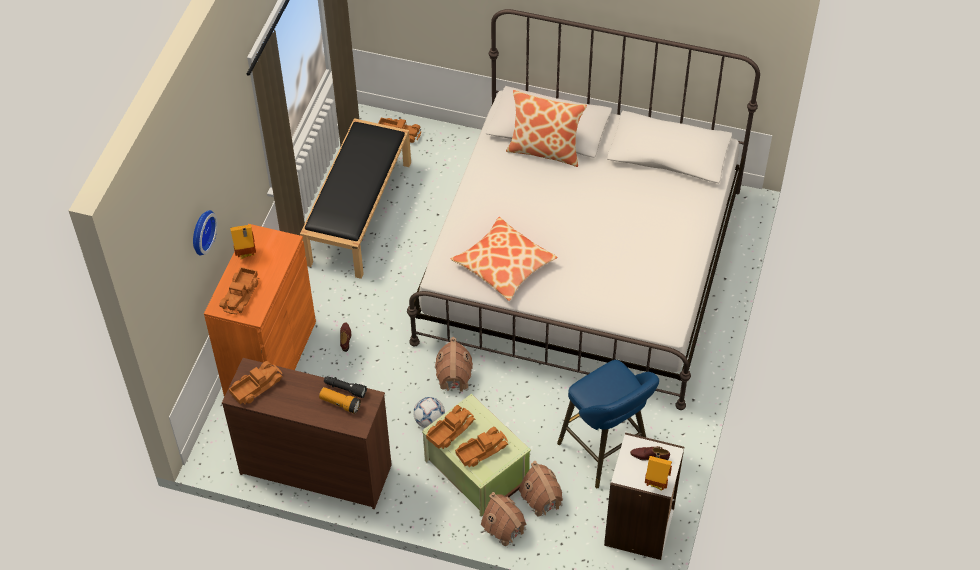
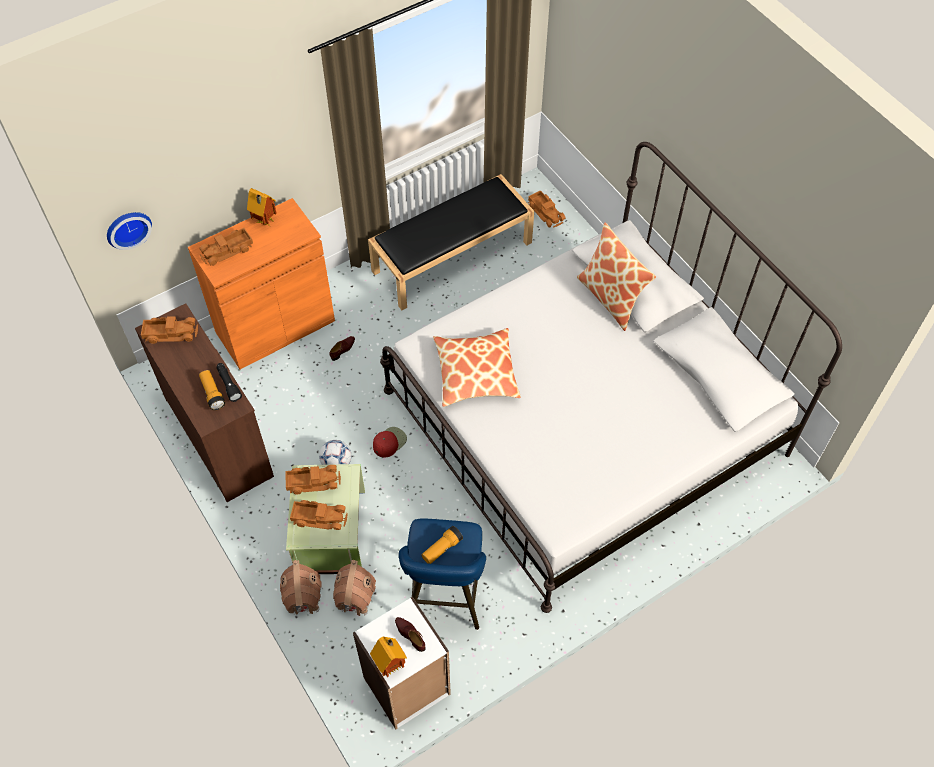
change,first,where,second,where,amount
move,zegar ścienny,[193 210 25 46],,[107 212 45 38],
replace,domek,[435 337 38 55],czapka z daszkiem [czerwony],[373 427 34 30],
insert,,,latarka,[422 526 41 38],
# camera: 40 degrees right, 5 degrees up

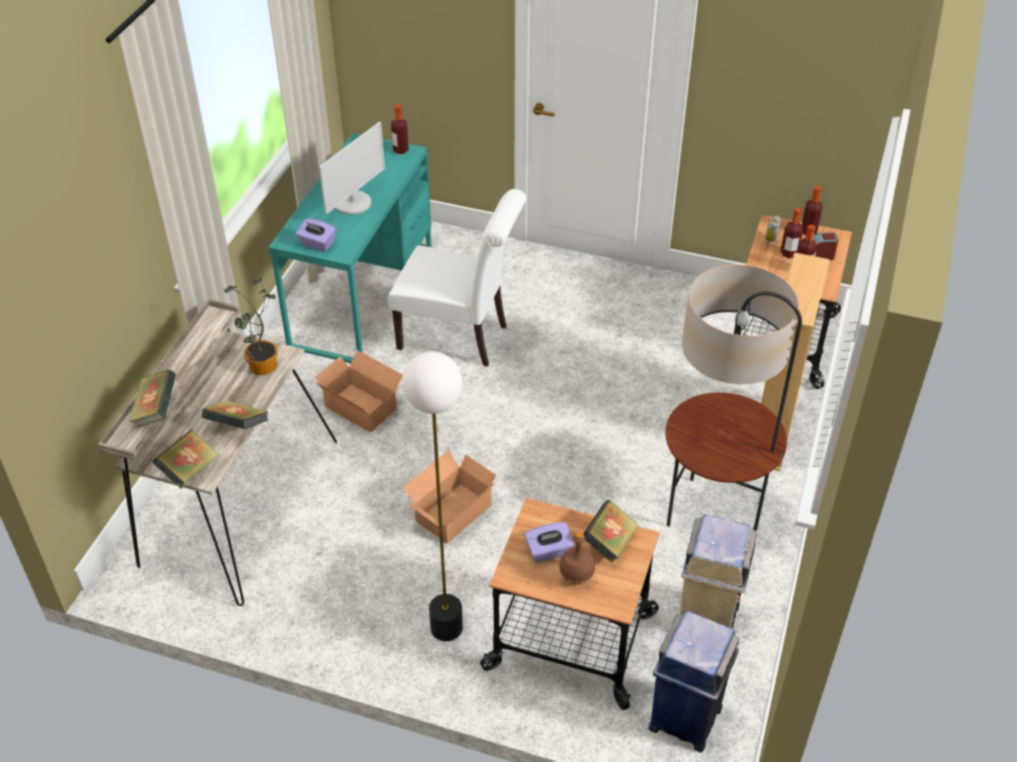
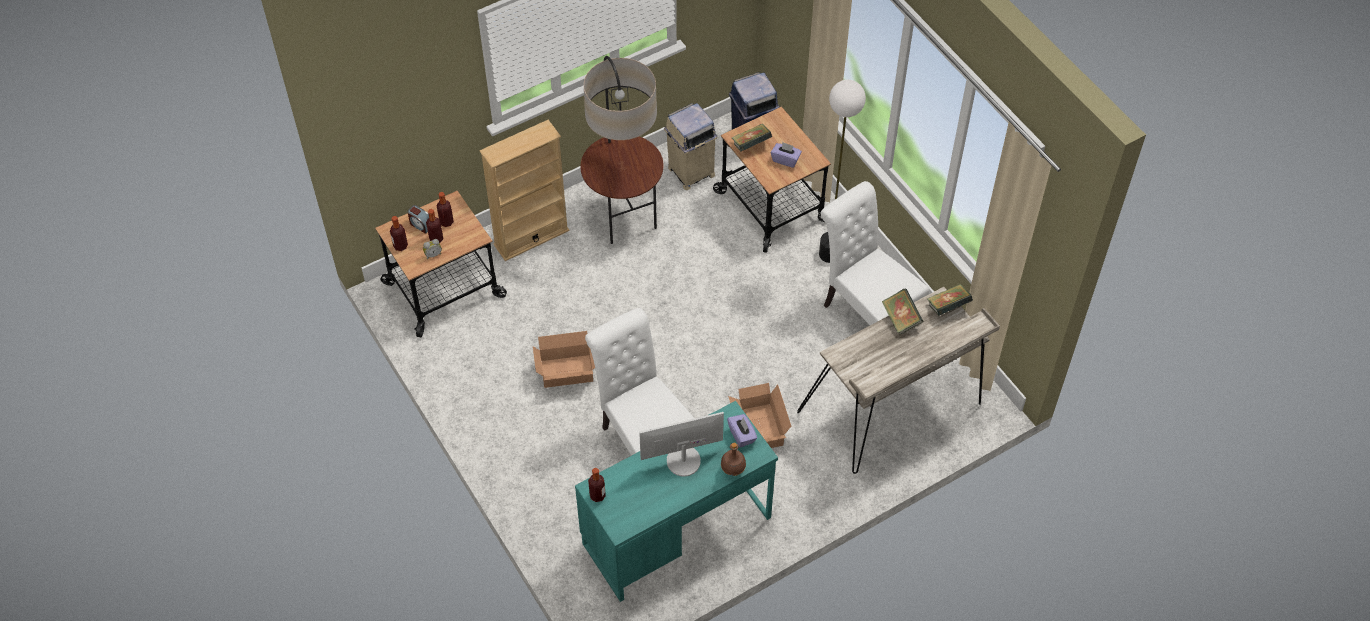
change,first,where,second,where,amount
move,karton,[403 450 94 94],,[533 331 62 57],
move,butelka [brązowy],[559 531 36 54],,[721 443 25 33],
insert,,,krzesło [biały],[821 181 108 144],
delete,książka,[129 369 47 59],,,
delete,roślina doniczkowa,[224 278 54 97],,,
# camera: 140 degrees left, 10 degrees up

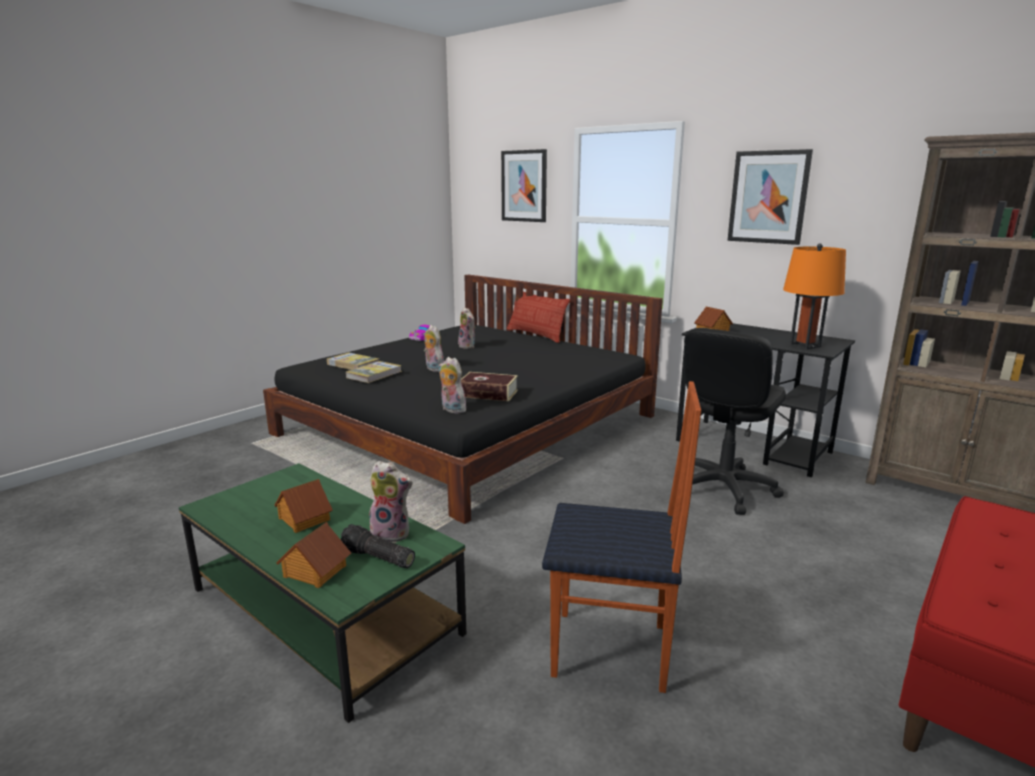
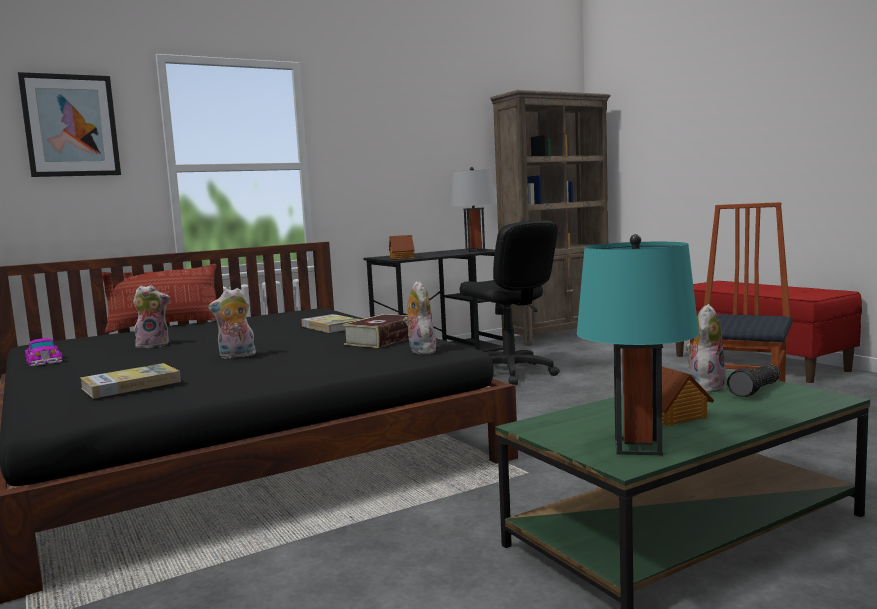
change,first,where,second,where,amount
move,książka,[346 361 56 22],,[301 314 61 19],
rotate,pluszak,[439 357 27 56],,[403 281 33 73],105 degrees clockwise
recolor,lampa stołowa [pomarańczowy],[783 243 63 106],lampa stołowa [szary],[451 167 45 85],
insert,,,lampa stołowa [turkusowy],[577 234 122 221],
delete,domek,[276 522 75 66],,,
delete,obraz,[727 149 86 96],,,
# camera: 70 degrees left, 10 degrees down

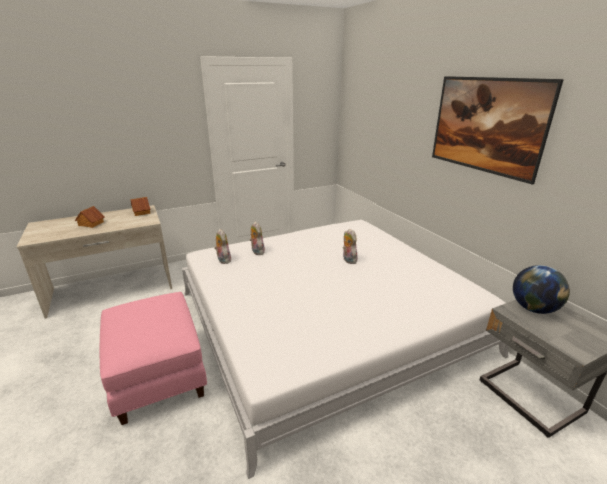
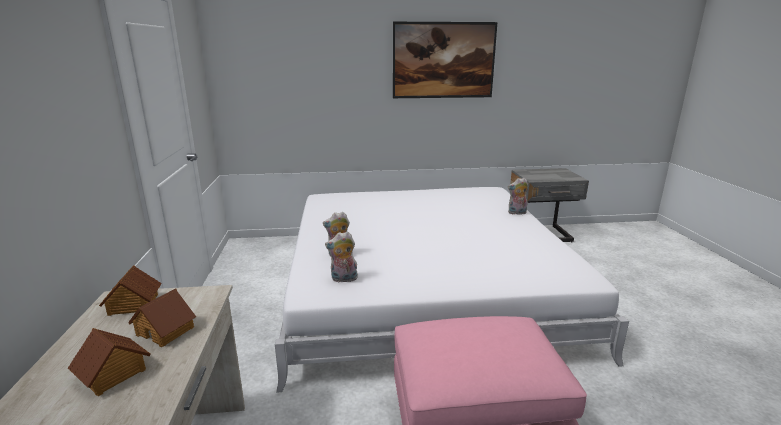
change,first,where,second,where,amount
insert,,,domek,[128 288 68 59],
move,pluszak,[343 229 15 35],,[508 178 20 37],
delete,globus,[513 265 57 49],,,
# camera: 70 degrees left, 5 degrees down

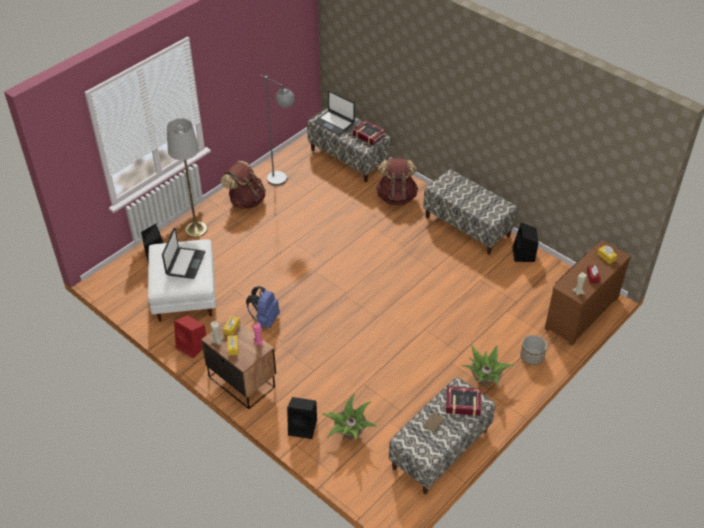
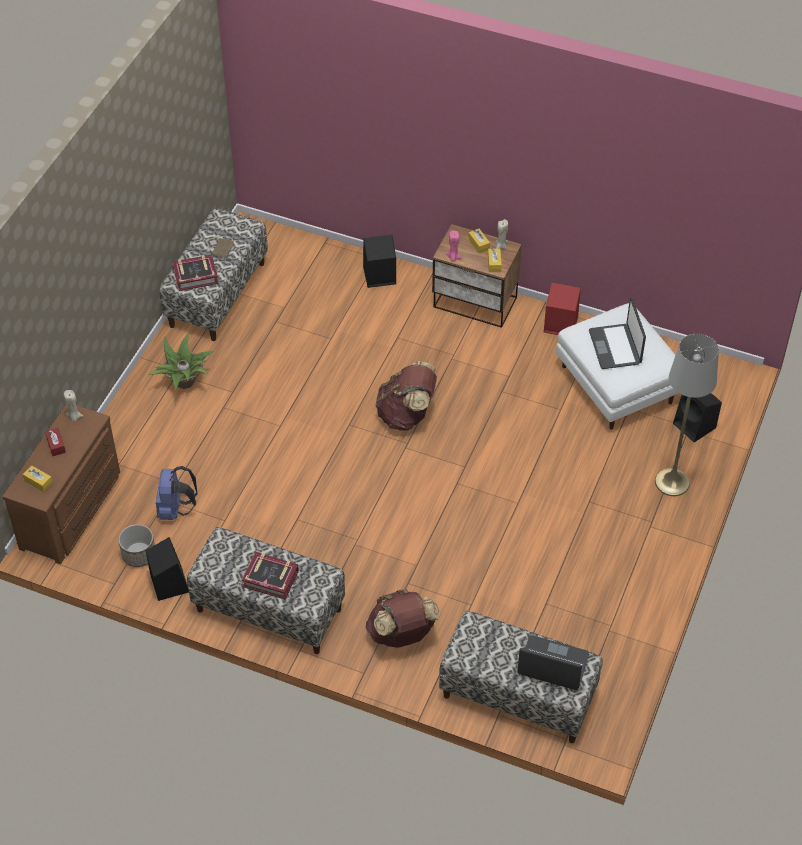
change,first,where,second,where,amount
move,donica,[520 335 27 30],,[118 524 37 43],
move,plecak [niebieski],[246 286 34 42],,[156 466 41 54],
move,książka,[353 120 33 25],,[242 552 57 48],
move,plecak [brązowy],[221 161 45 48],,[375 361 62 70],
delete,lampa stojąca [szary],[260 74 35 112],,,
delete,roślina doniczkowa,[322 394 55 46],,,
# camera: 160 degrees right, 5 degrees up

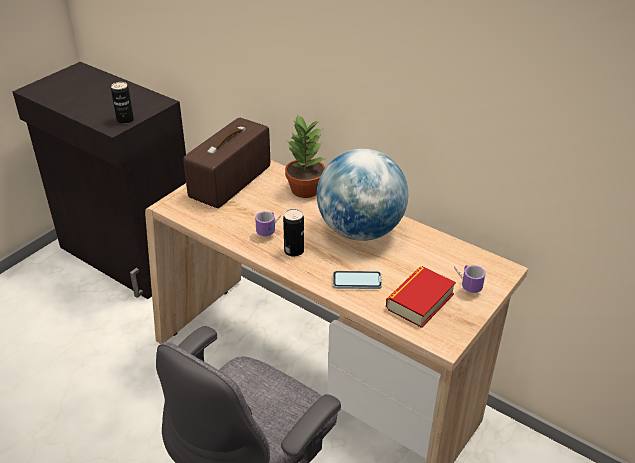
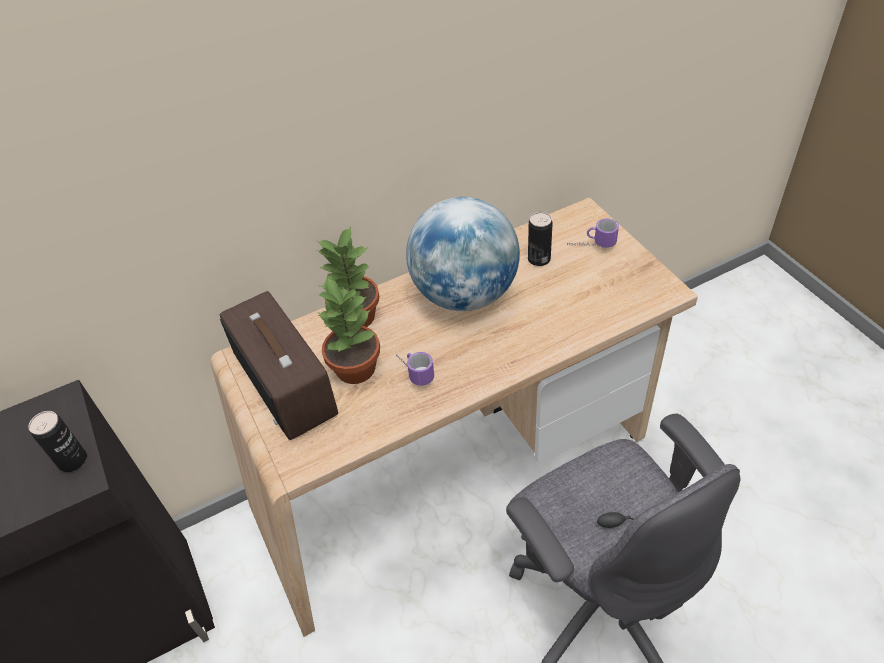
change,first,where,second,where,amount
insert,,,roślina doniczkowa,[318 277 62 107],
move,puszka,[283 209 21 48],,[528 212 25 54],
delete,telefon,[333 271 49 18],,,
delete,książka,[386 266 70 62],,,
# camera: 60 degrees left, 10 degrees up

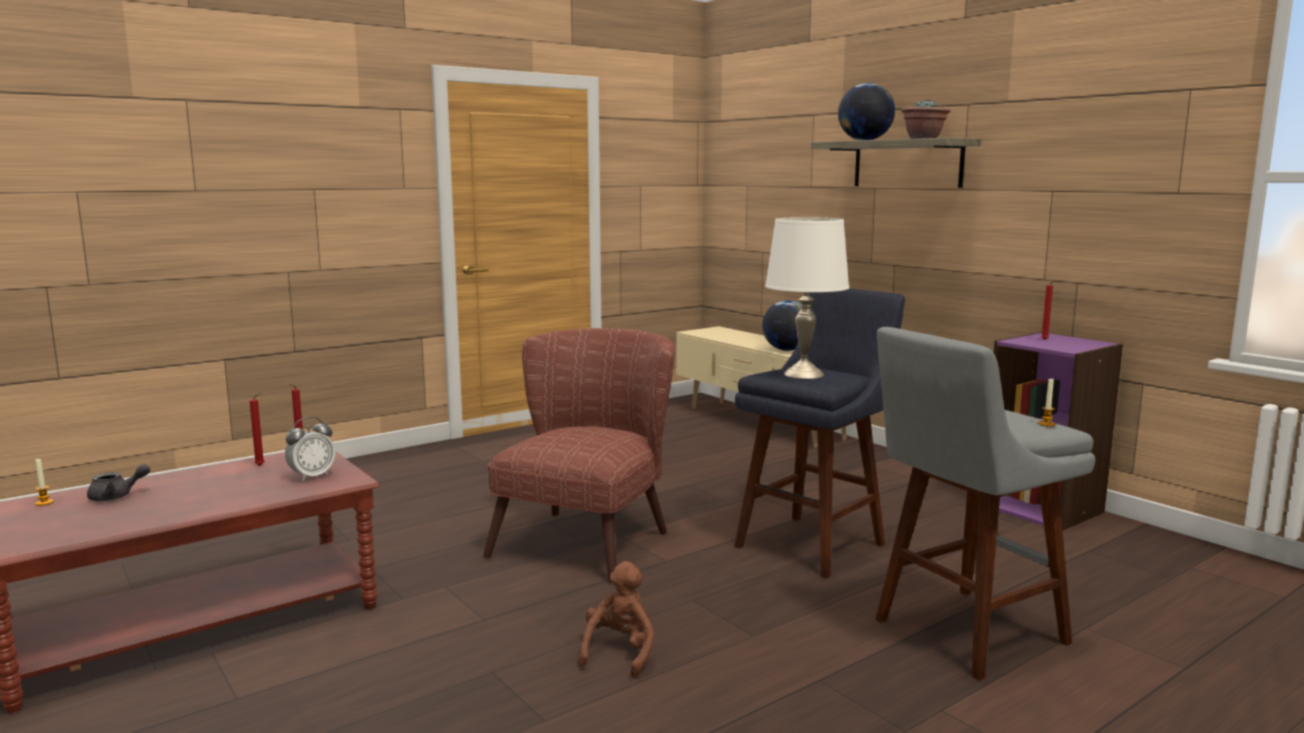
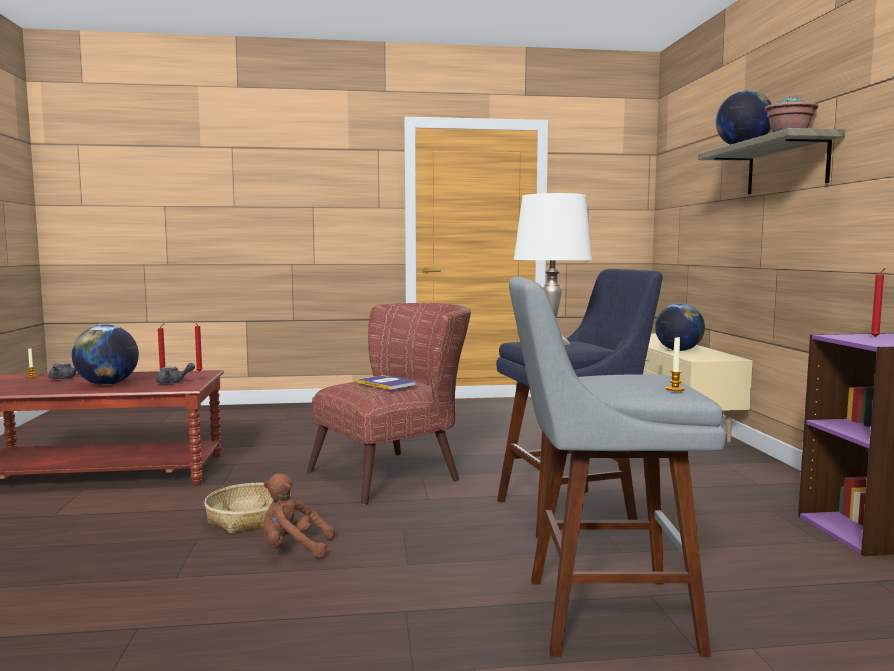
change,first,where,second,where,amount
insert,,,globus,[72 325 67 60],
replace,budzik,[285 417 50 64],imbryk [szary],[156 363 39 21],
insert,,,koszyk,[204 483 87 51],
rotate,pluszak [brązowy],[578 561 77 117],,[263 474 72 84],135 degrees counterclockwise
insert,,,książka,[357 375 59 15],
# camera: 30 degrees right, 5 degrees down

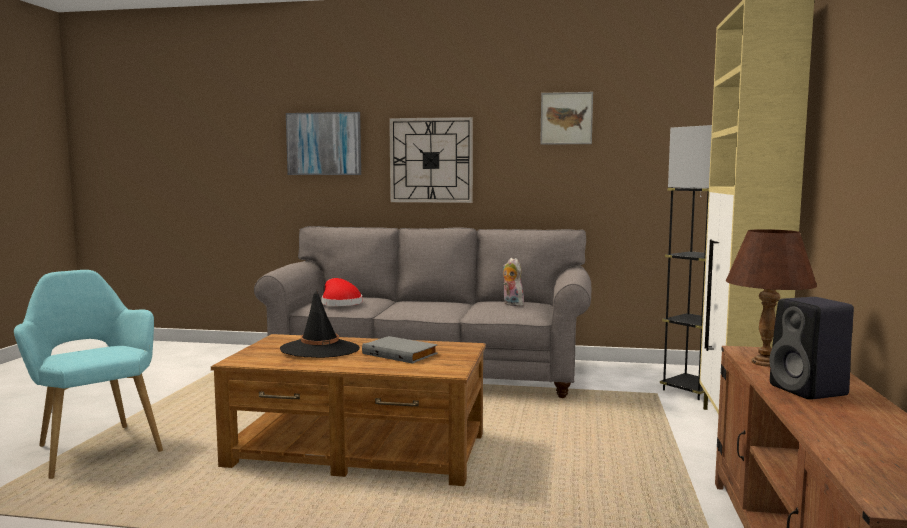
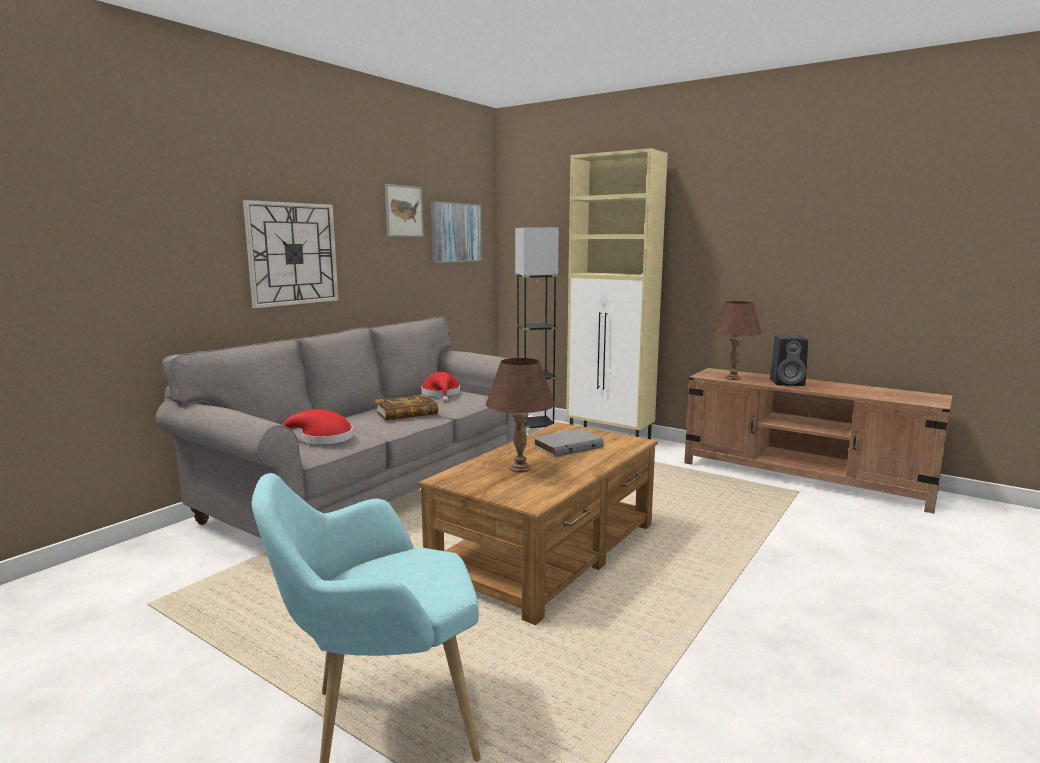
change,first,where,second,where,amount
insert,,,książka,[375 394 63 26],
replace,pluszak,[503 258 21 48],kapelusz [czerwony],[421 372 39 30],
move,obraz,[286 112 75 63],,[431 201 51 62],
replace,kapelusz [czarny],[280 290 80 68],lampa stołowa [brązowy],[486 358 69 115],
# camera: 65 degrees left, 5 degrees up

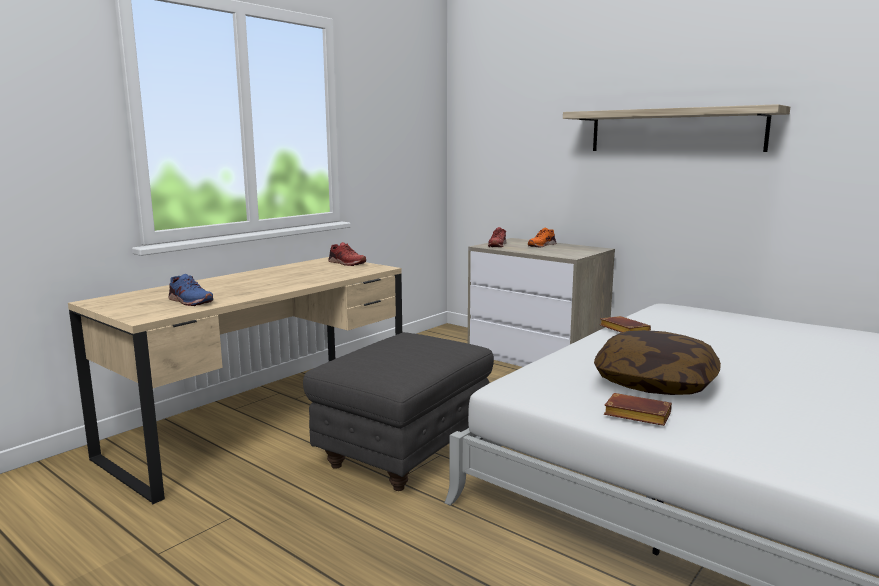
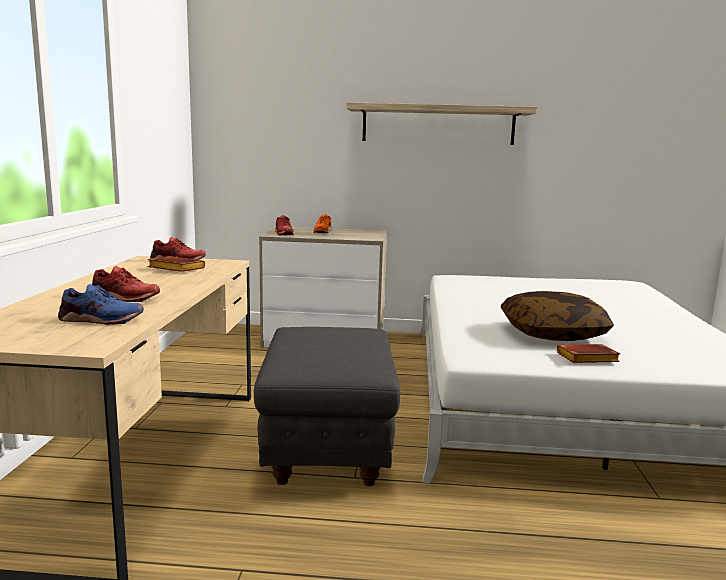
change,first,where,second,where,amount
insert,,,but [czerwony],[92 266 68 36],
move,książka [brązowy],[600 316 51 17],,[148 256 57 16],
# camera: 35 degrees left, 0 degrees up

